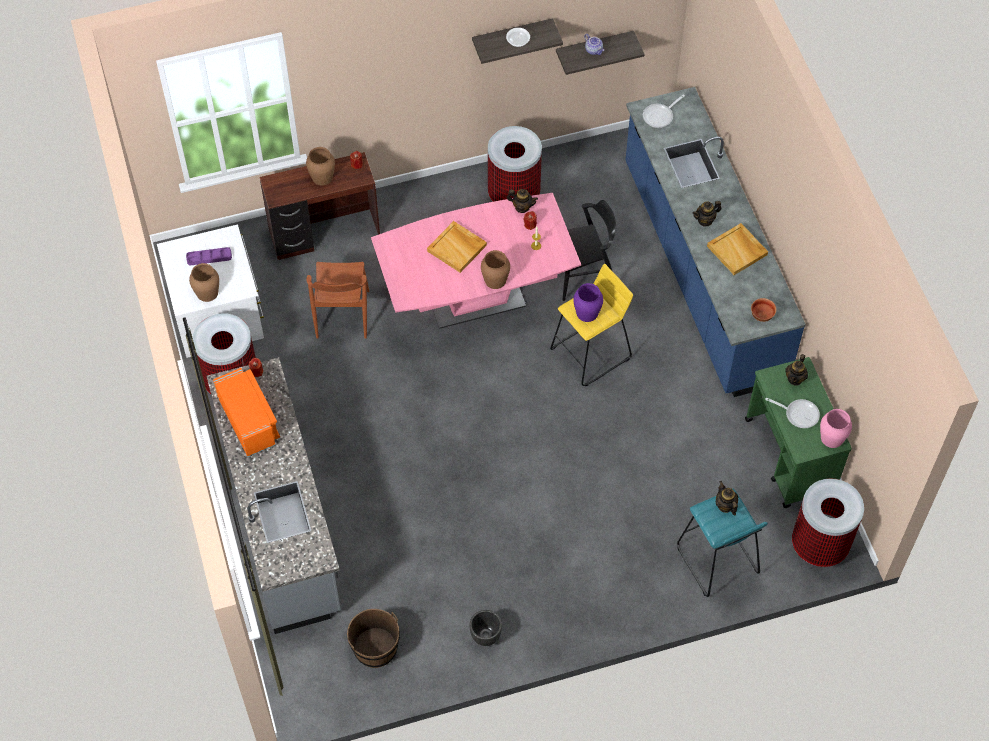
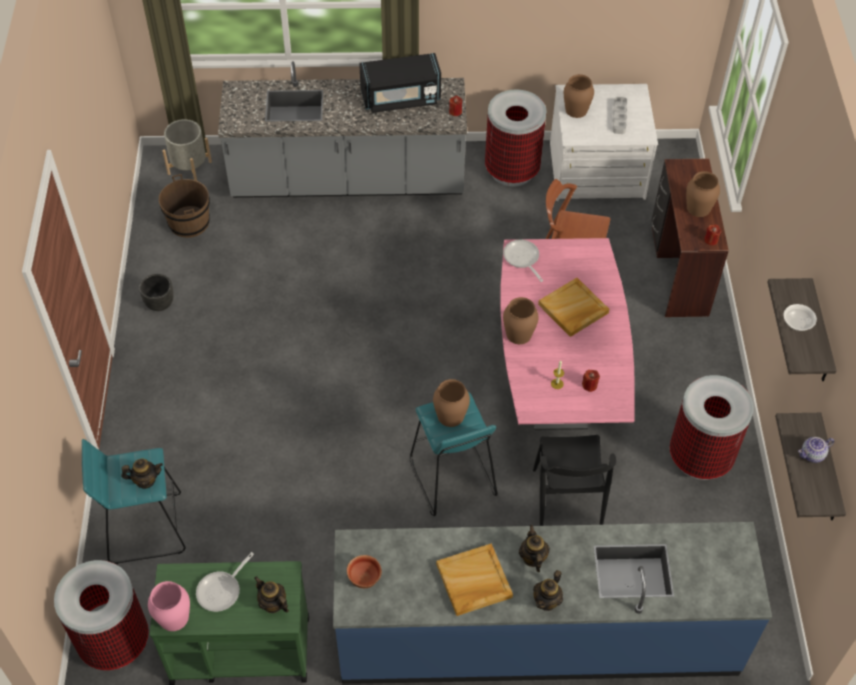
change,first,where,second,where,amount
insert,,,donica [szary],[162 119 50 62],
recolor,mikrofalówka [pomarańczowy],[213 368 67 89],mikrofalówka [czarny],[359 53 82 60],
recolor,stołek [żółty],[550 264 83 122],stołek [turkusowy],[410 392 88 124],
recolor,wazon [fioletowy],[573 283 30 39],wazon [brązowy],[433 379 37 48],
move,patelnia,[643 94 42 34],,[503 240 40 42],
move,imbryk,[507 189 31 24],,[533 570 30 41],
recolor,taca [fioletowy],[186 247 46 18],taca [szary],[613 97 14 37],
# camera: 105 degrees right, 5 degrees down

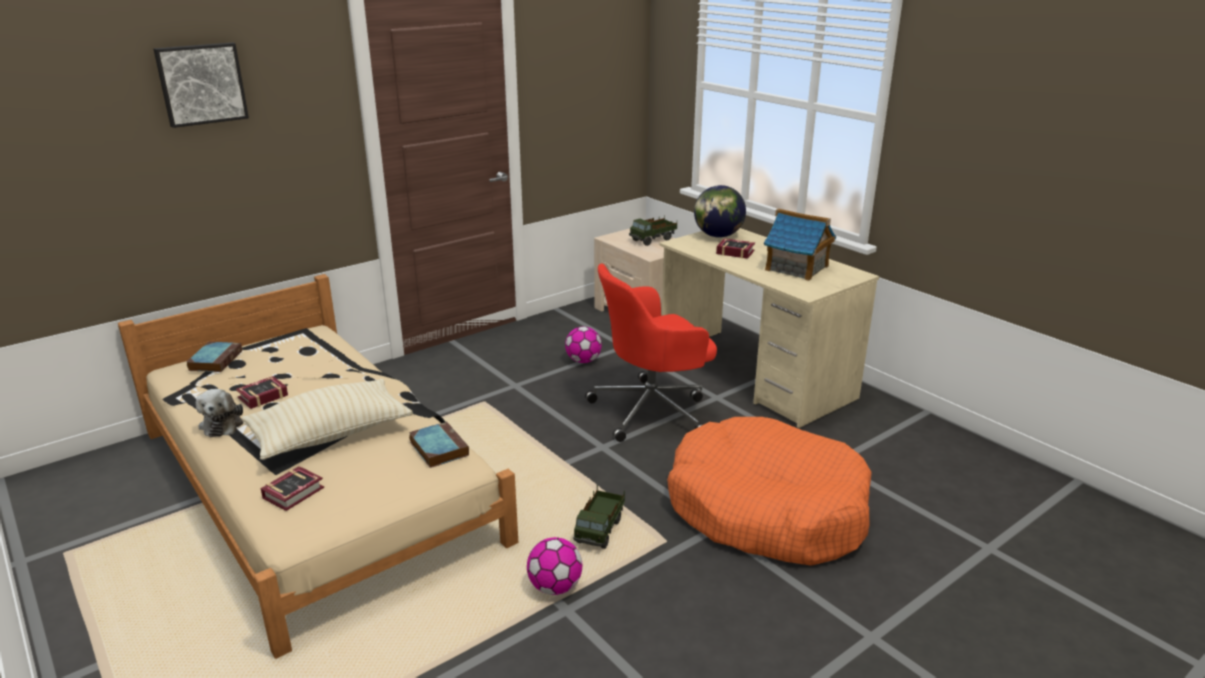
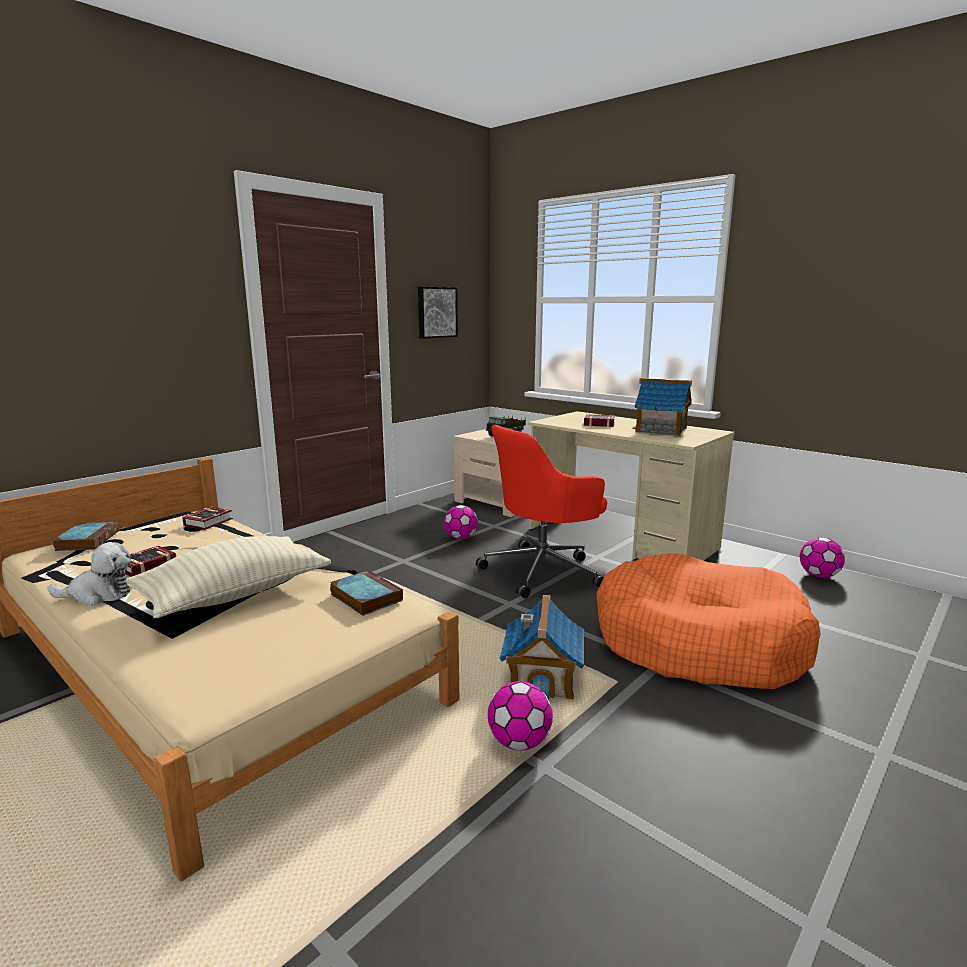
change,first,where,second,where,amount
rotate,pluszak,[196 389 47 48],,[47 542 86 64],75 degrees counterclockwise
move,książka,[260 466 64 45],,[182 507 51 23],
move,obraz,[153 42 96 86],,[418 287 40 52],
replace,ciężarówka zabawkowa,[573 485 52 64],domek,[500 595 84 105],
insert,,,piłka futbolowa,[800 538 45 40],
delete,globus,[694 185 52 53],,,
# camera: 10 degrees left, 10 degrees down

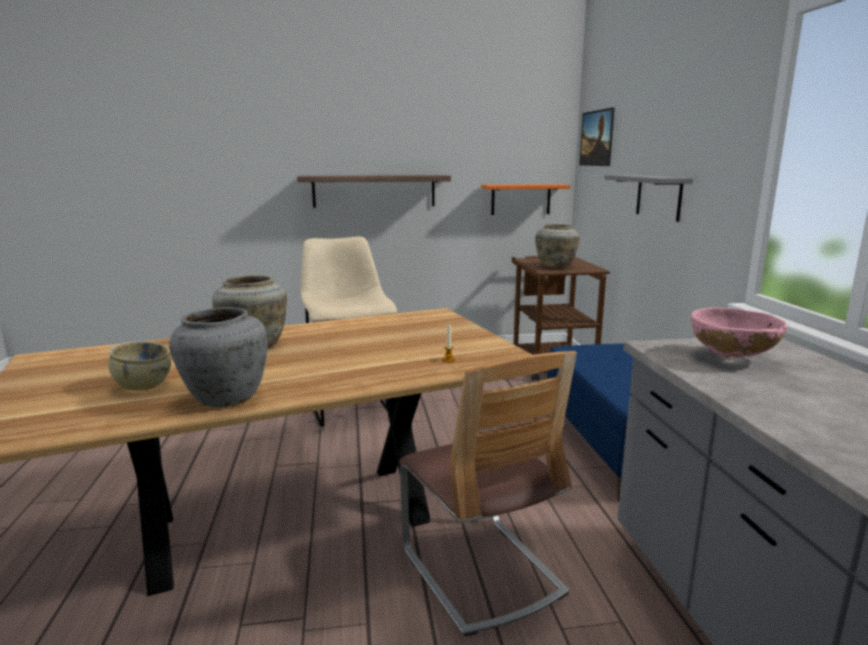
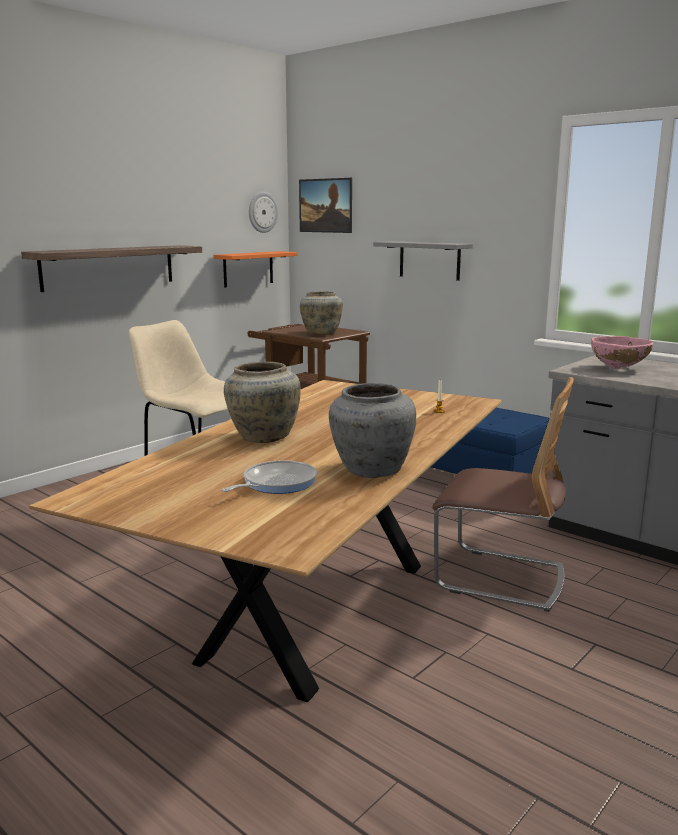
change,first,where,second,where,amount
replace,miska [beżowy],[108 341 63 50],patelnia,[221 460 96 34],
insert,,,zegar ścienny,[249 192 29 41],
# camera: 40 degrees left, 0 degrees up

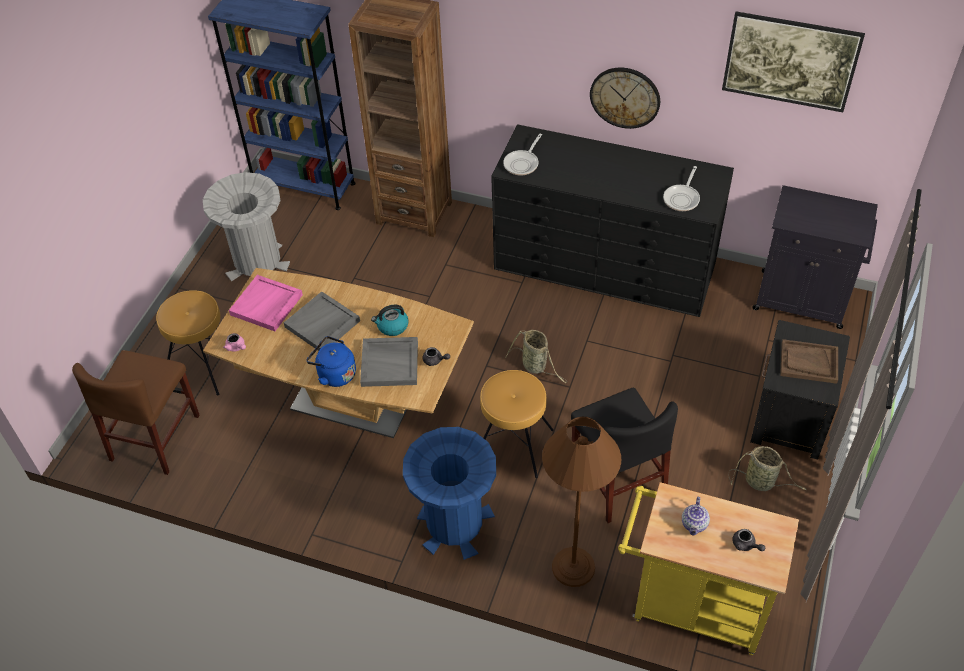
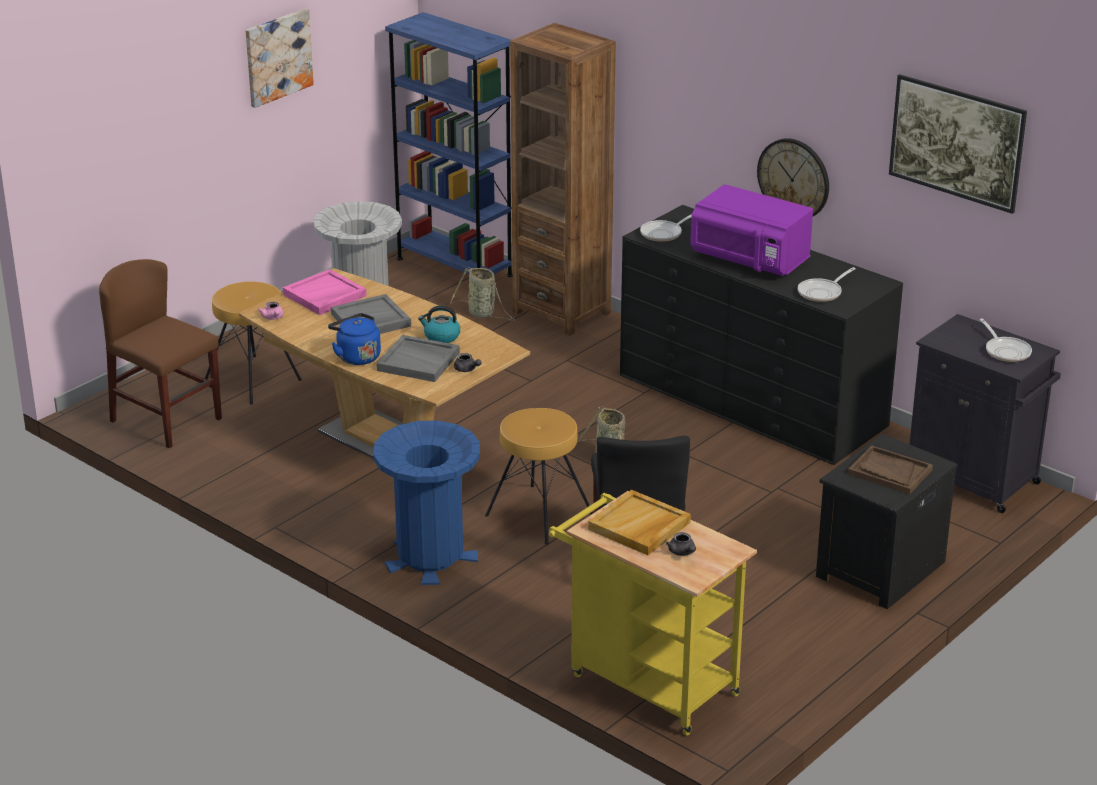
change,first,where,second,where,amount
rotate,krzesło [brązowy],[72 350 128 125],,[99 259 123 189],90 degrees clockwise
insert,,,obraz,[246 9 68 99],
move,koszyk,[729 446 78 45],,[450 268 66 53],
replace,imbryk,[682 497 28 39],taca [beżowy],[588 490 103 65],
insert,,,mikrofalówka [fioletowy],[690 184 123 92],
insert,,,patelnia,[980 319 52 43],
delete,lampa stojąca [brązowy],[542 416 80 171],,,
# camera: 20 degrees right, 20 degrees down

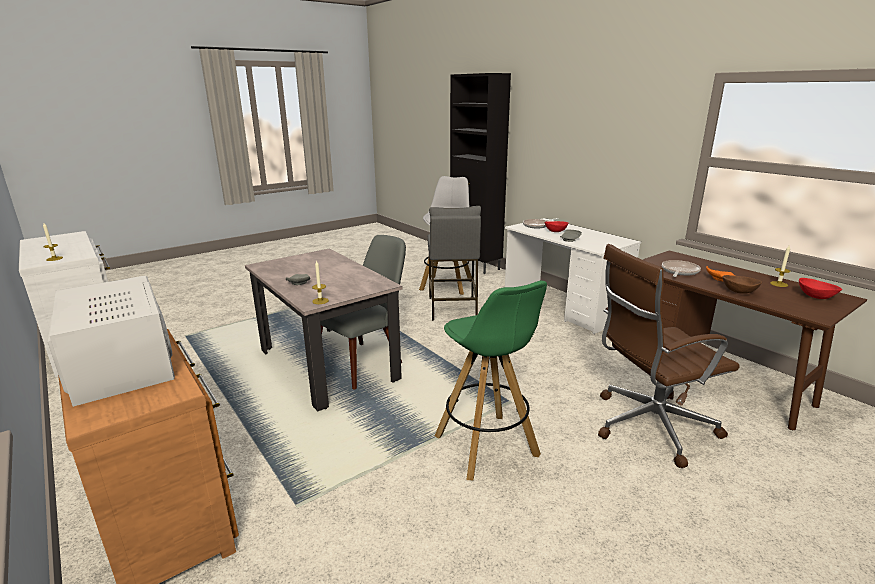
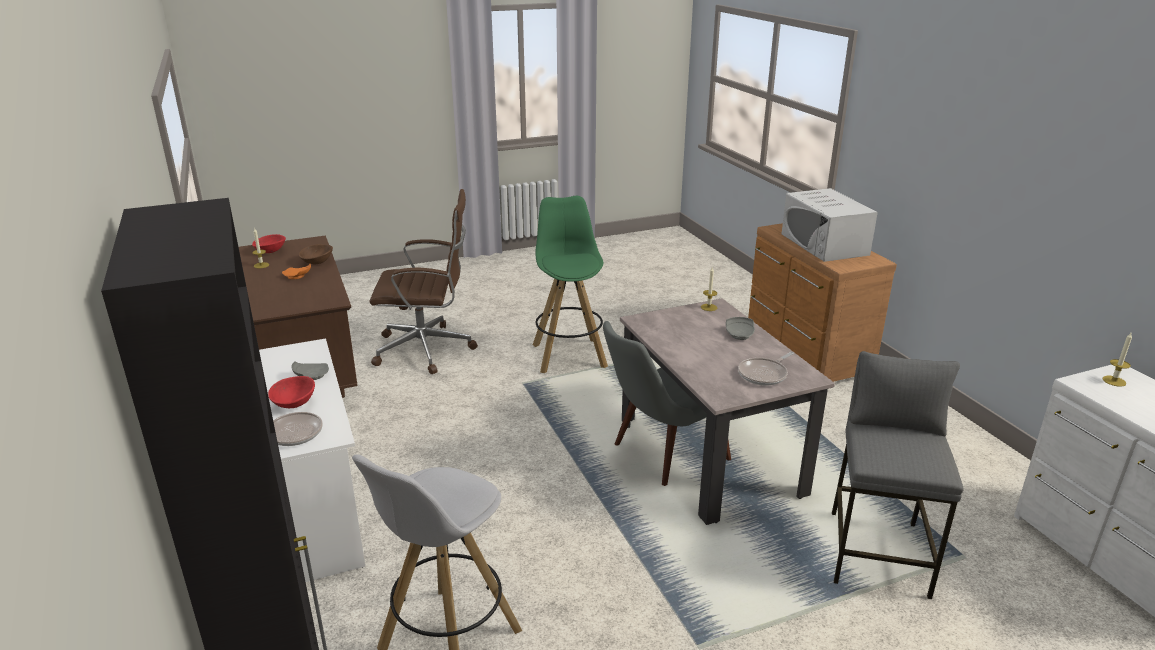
change,first,where,second,where,amount
move,patelnia,[662 260 39 17],,[738 352 56 34],
move,stołek [szary],[428 206 53 115],,[832 351 132 248],
# camera: 165 degrees left, 5 degrees up

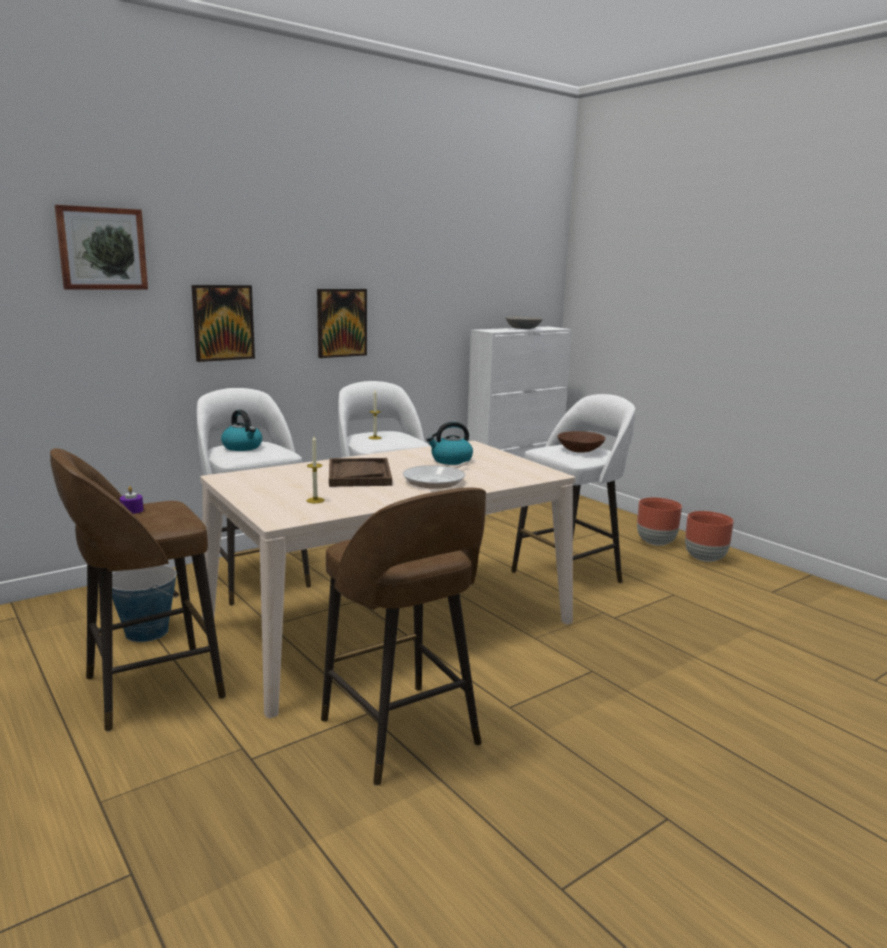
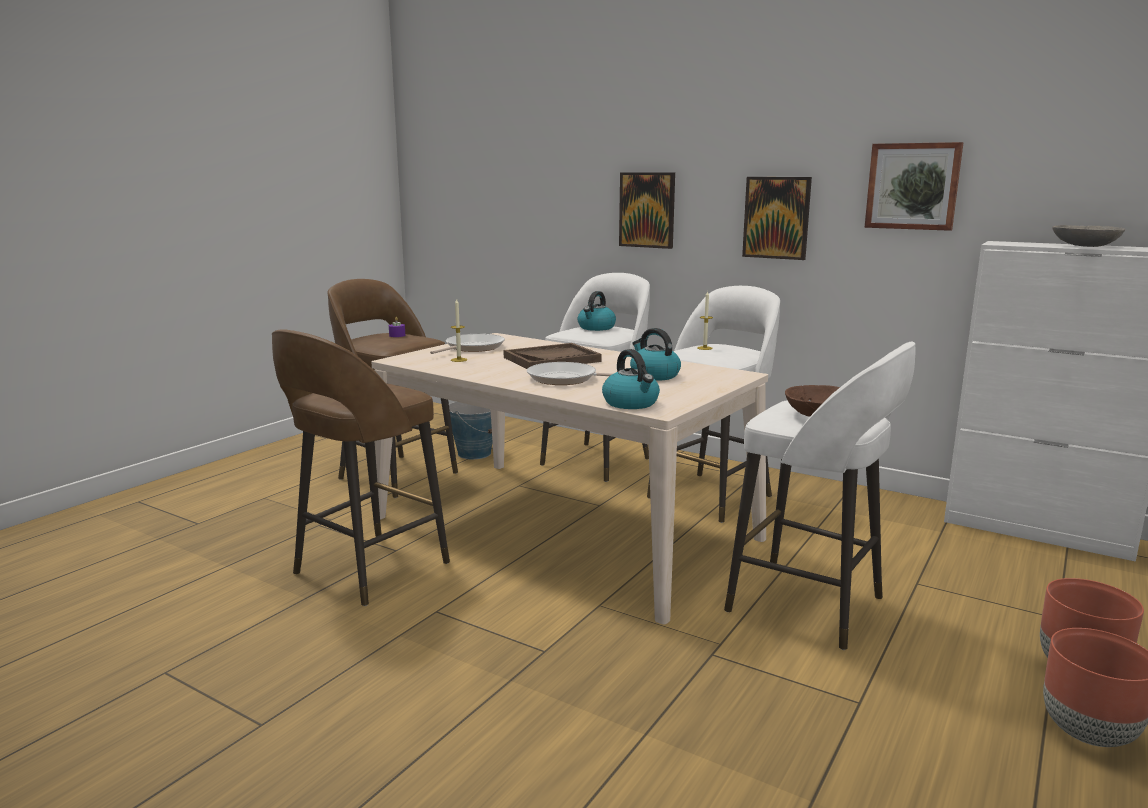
change,first,where,second,where,amount
insert,,,patelnia,[430 334 75 20],
insert,,,czajnik,[602 349 58 60],
move,obraz,[55 205 93 85],,[864 142 100 89],
# camera: 70 degrees right, 0 degrees up

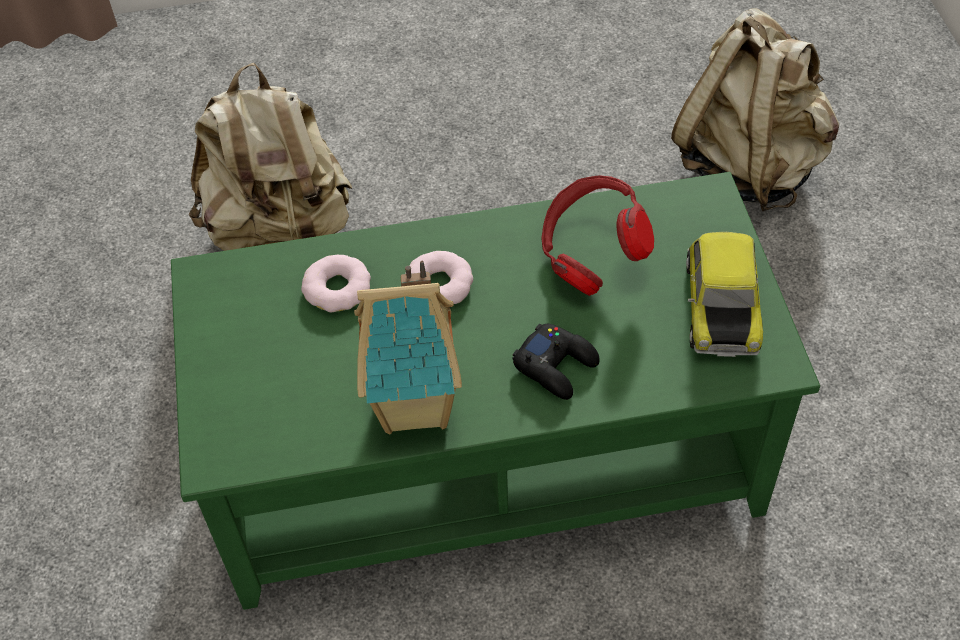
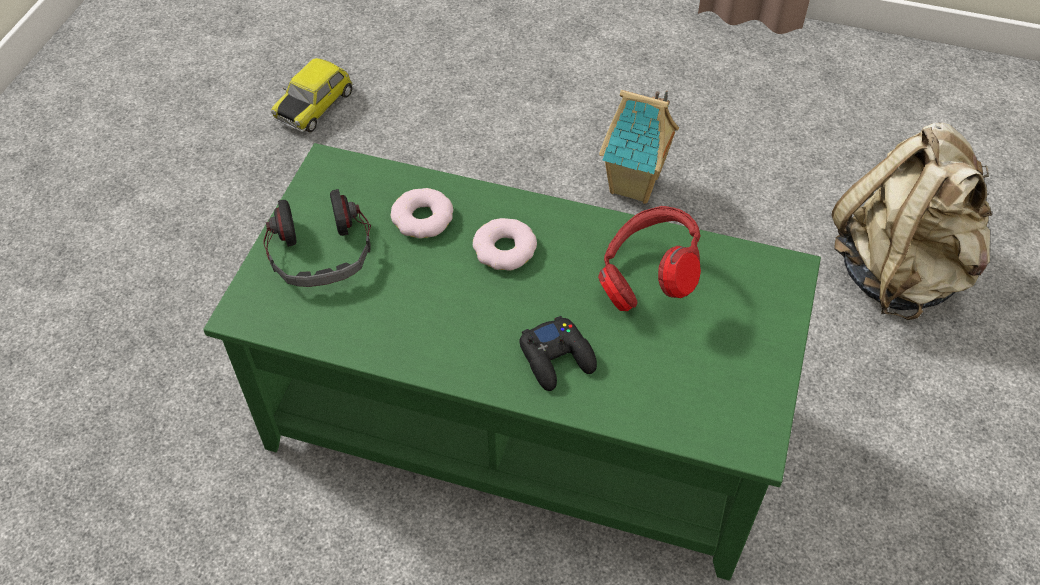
change,first,where,second,where,amount
insert,,,słuchawki,[263 189 108 98],
move,samochodzik,[686 232 77 125],,[271 58 82 74],
move,domek,[354 261 108 173],,[599 90 80 113],
delete,plecak [beżowy],[189 63 163 188],,,
# camera: 25 degrees right, 0 degrees up

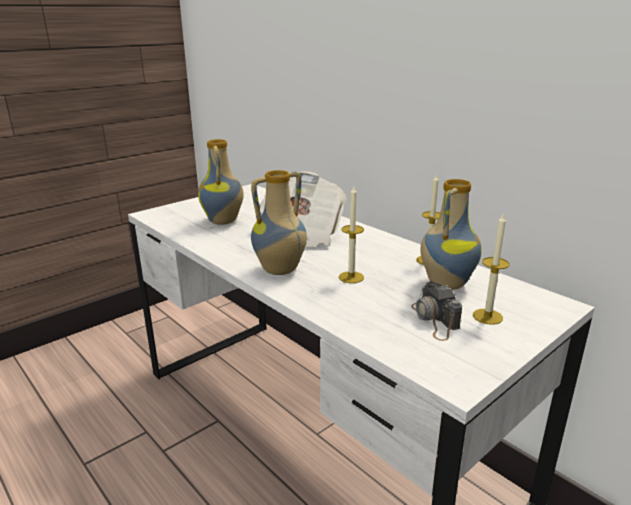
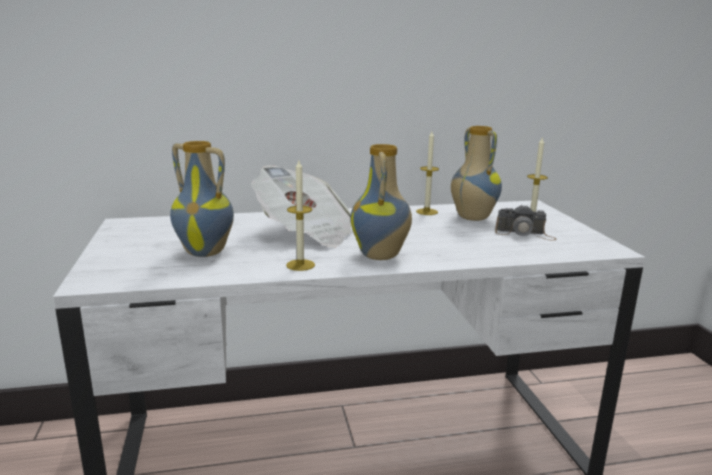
change,first,where,second,where,amount
move,świeca,[339 187 25 96],,[286 160 29 111],
# camera: 60 degrees left, 5 degrees down

